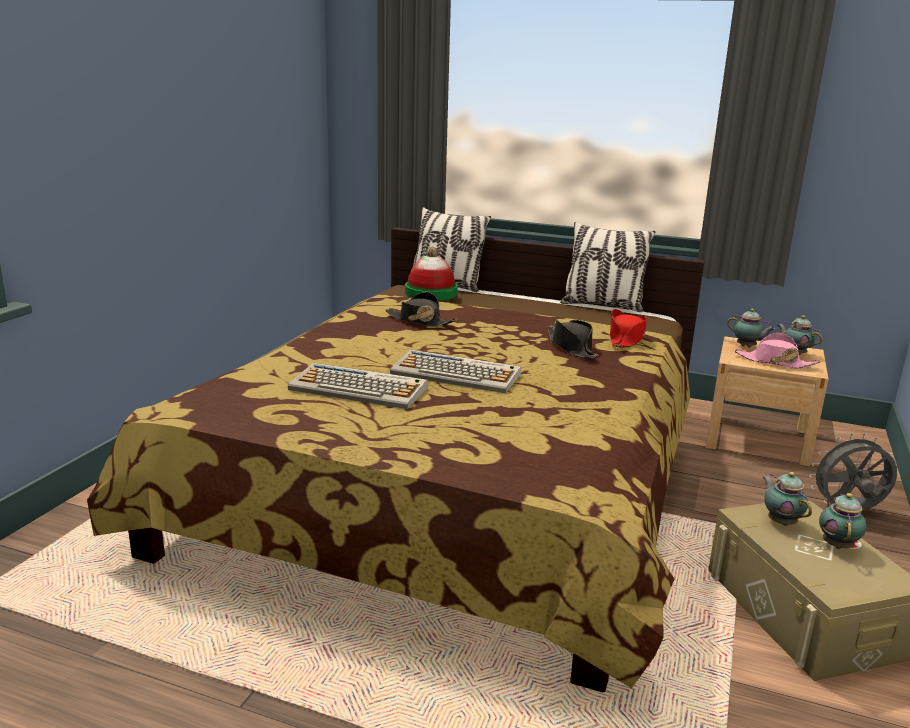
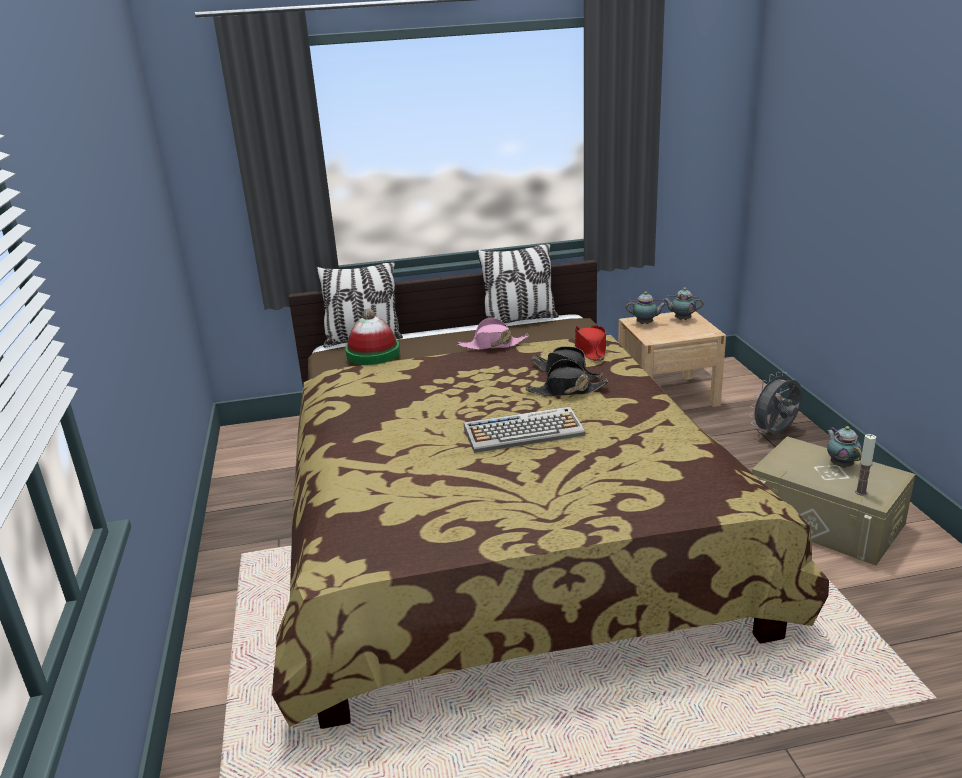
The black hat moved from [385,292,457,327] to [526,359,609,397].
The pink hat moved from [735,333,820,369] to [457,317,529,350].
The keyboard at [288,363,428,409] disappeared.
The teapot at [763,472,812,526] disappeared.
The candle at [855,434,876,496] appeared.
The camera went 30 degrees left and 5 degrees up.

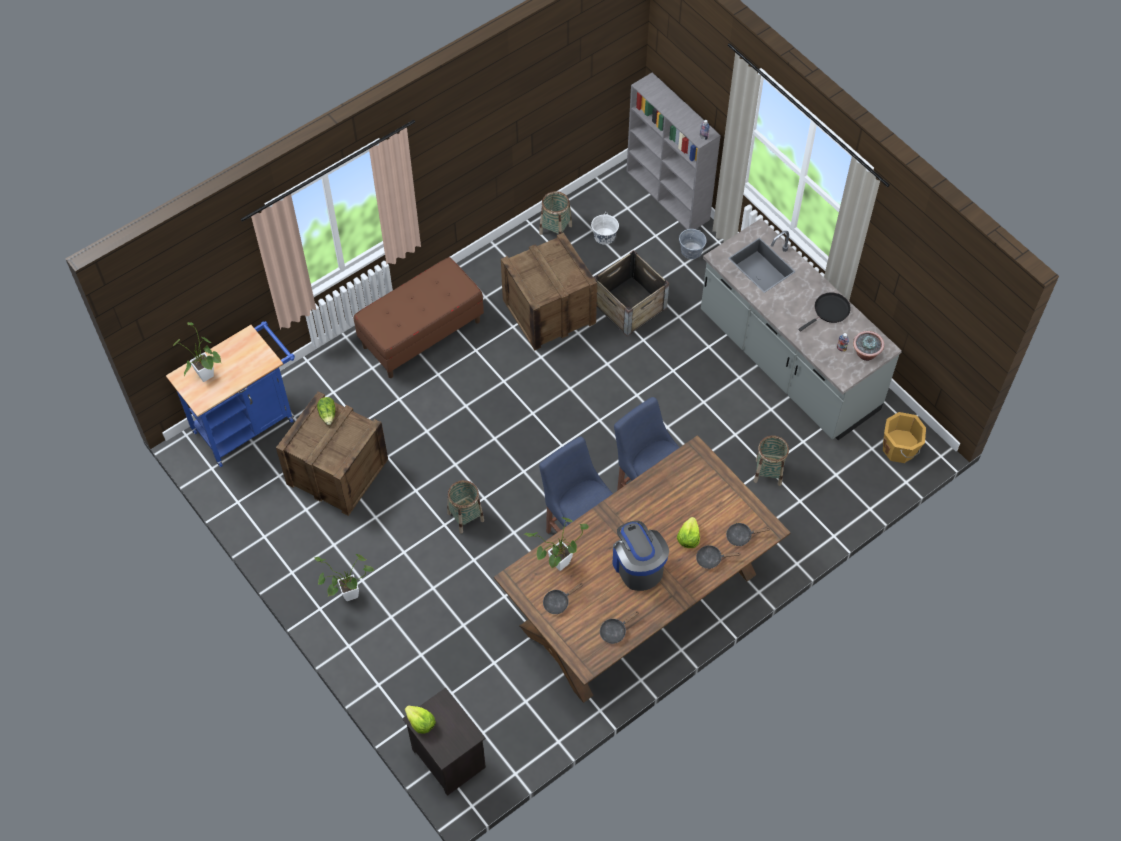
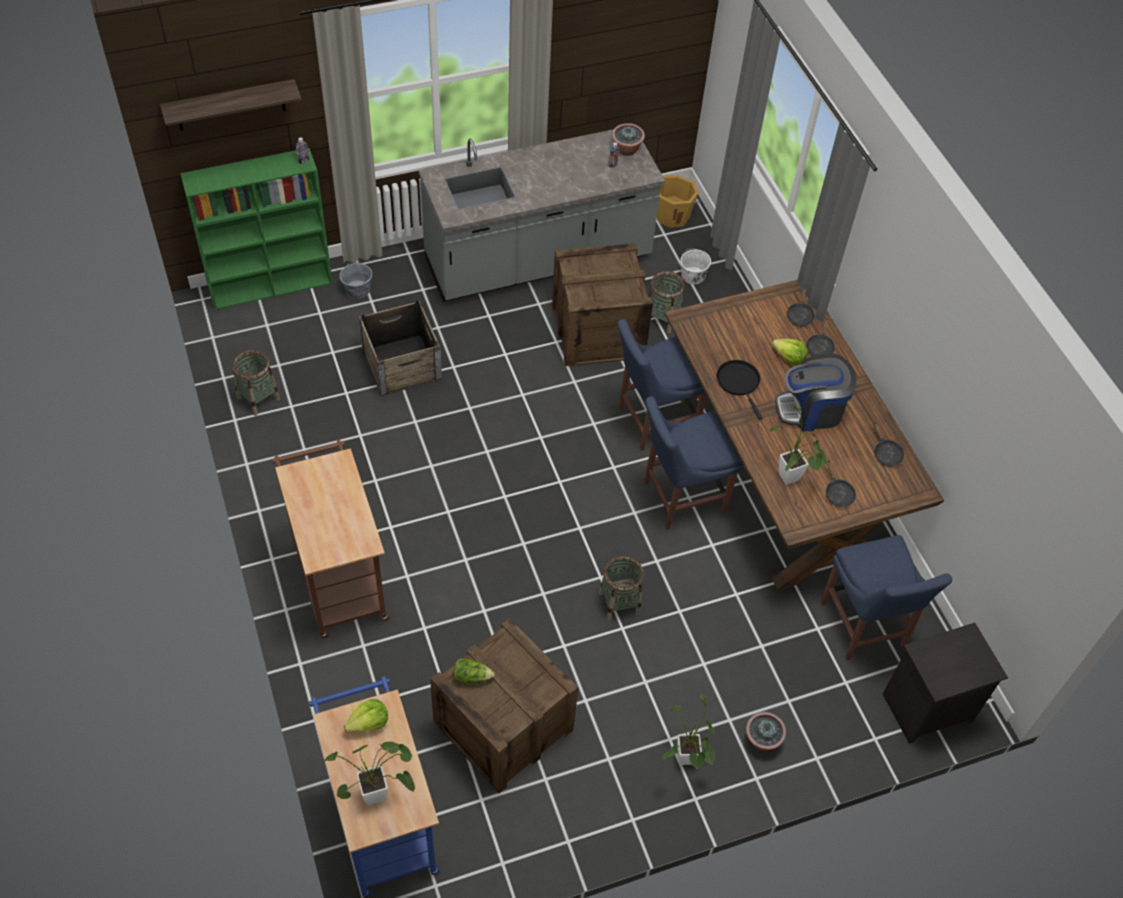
The grey bookcase at [627,72,721,229] became the green bookcase at [180,148,333,310].
The white bucket moved from [591,213,619,245] to [680,249,711,284].
The crate moved from [501,232,597,350] to [552,243,653,367].
The brown bench at [354,257,484,378] was replaced by the brown cart at [272,439,390,639].
The black frying pan moved from [799,292,851,332] to [717,360,763,420].
The lettuce moved from [405,705,436,734] to [344,699,388,733].
The shelf at [160,79,302,131] appeared.
The blue chair at [820,535,952,660] appeared.
The potted plant at [746,712,786,751] appeared.
The camera went 75 degrees left and 5 degrees down.

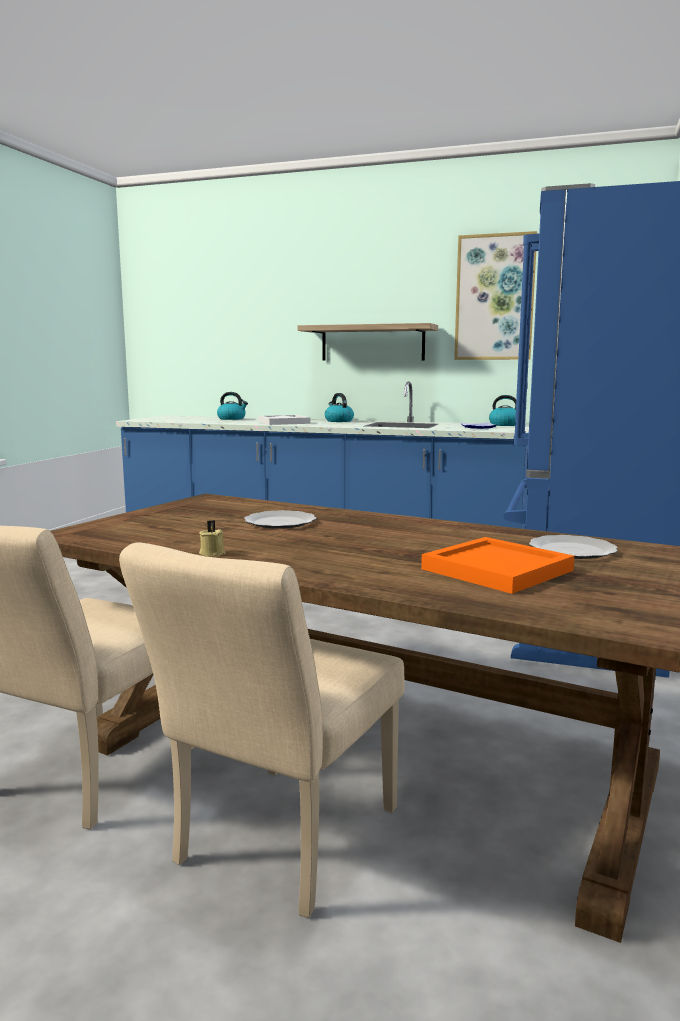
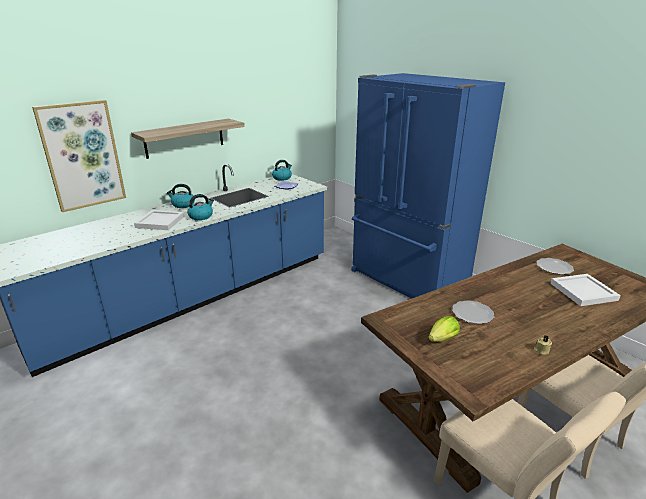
The picture moved from [454,231,537,360] to [32,100,126,212].
The kettle moved from [217,392,248,420] to [187,194,214,220].
The orange tray at [421,537,574,594] became the white tray at [550,274,621,306].
The lettuce at [429,316,460,342] appeared.
The camera went 60 degrees left and 15 degrees up.

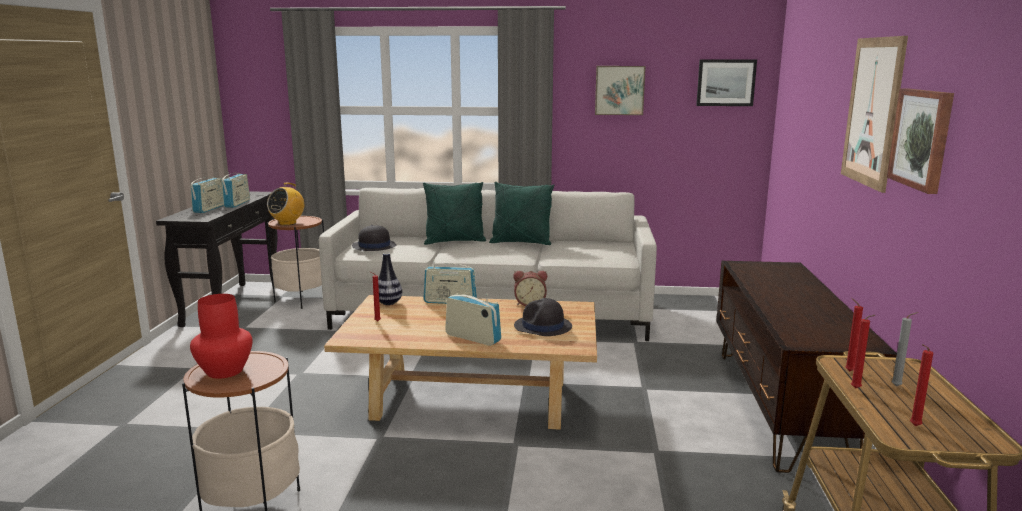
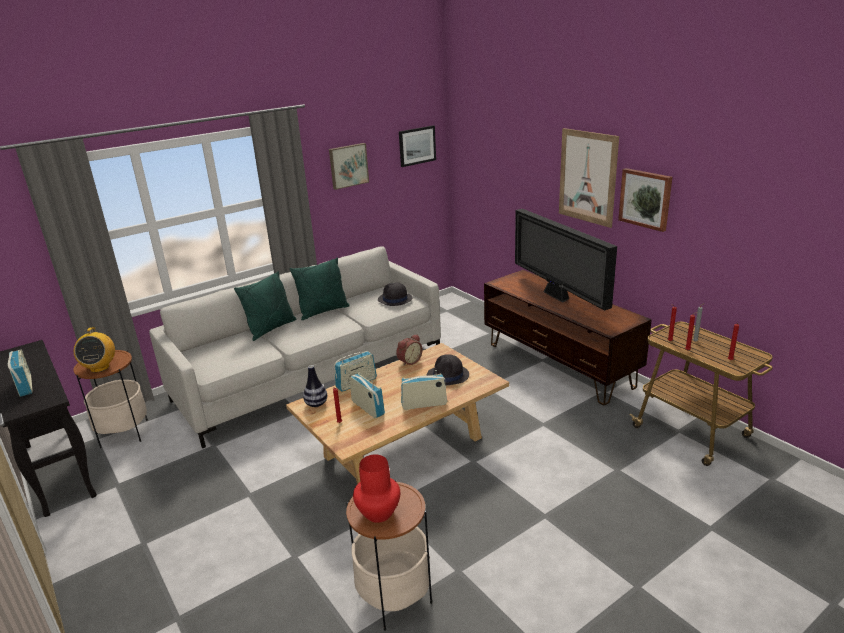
The radio moved from [222,172,250,208] to [350,373,385,418].
The black hat moved from [352,225,397,251] to [378,282,412,306].
The television at [515,209,617,310] appeared.
The camera went 40 degrees left and 10 degrees up.

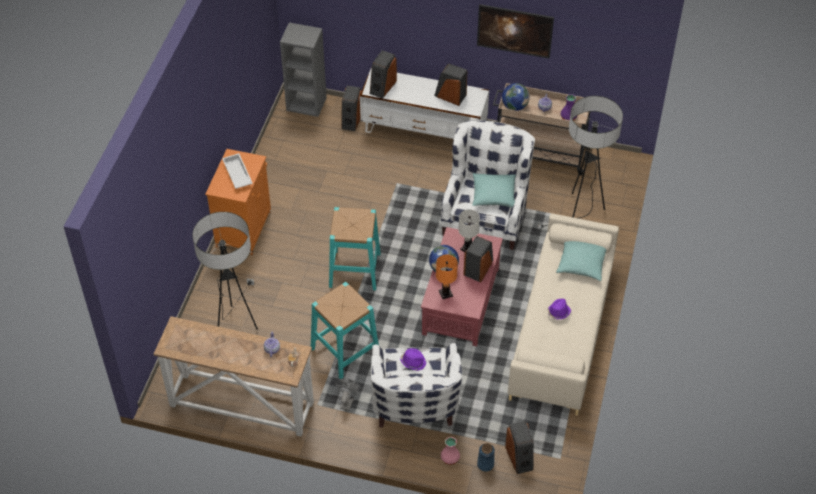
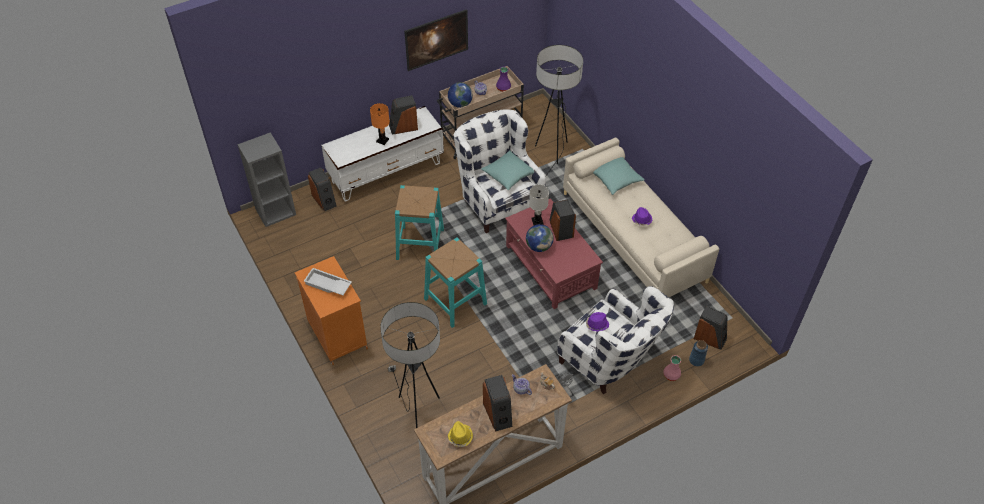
The speaker moved from [370,50,397,99] to [483,375,512,432].
The orange table lamp moved from [436,254,458,299] to [370,103,390,145].
The turquoise stool moved from [311,282,379,379] to [395,185,444,260].
The yellow hat at [448,421,473,447] appeared.
The camera went 45 degrees left and 0 degrees up.

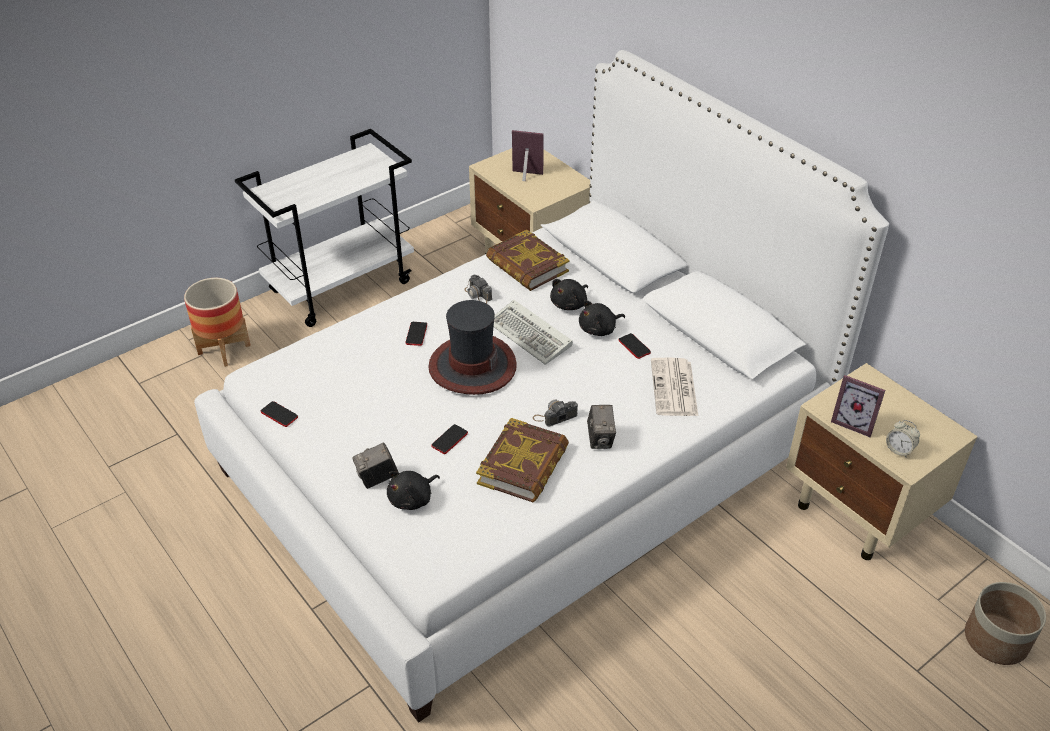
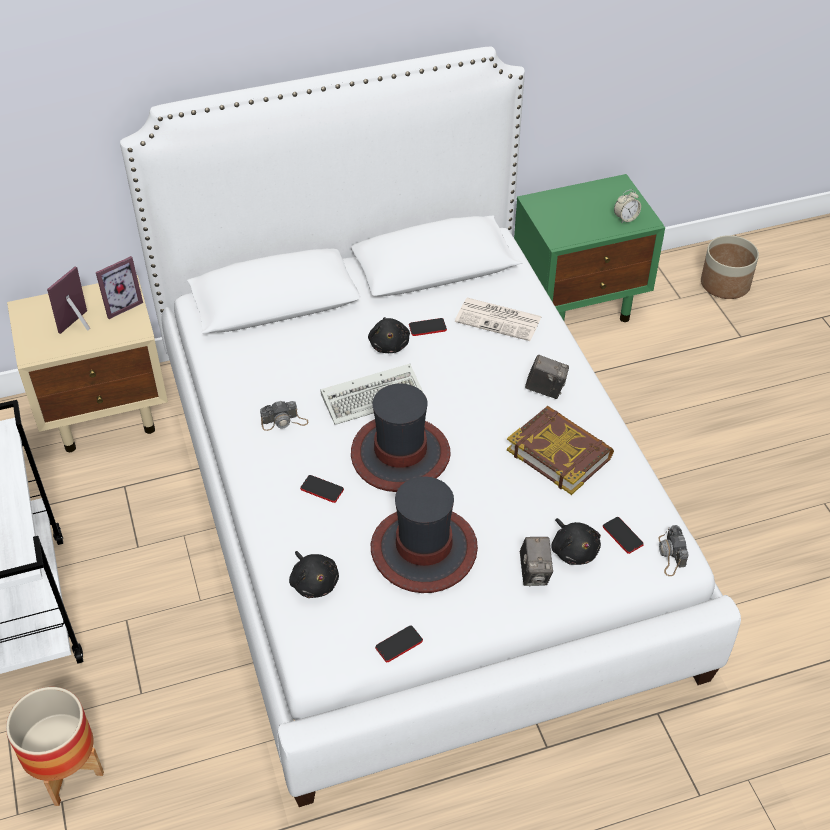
The book at [486,230,570,291] disappeared.
The black plush toy moved from [550,279,588,310] to [289,551,339,598].
The beige nightstand at [786,363,978,560] became the green nightstand at [514,174,665,322].
The picture frame moved from [831,375,885,437] to [96,256,143,319].
The photo camera moved from [533,400,578,426] to [658,525,689,576].
The phone moved from [431,424,468,454] to [603,517,644,554].
The hat at [371,476,478,593] appeared.
The camera went 70 degrees left and 5 degrees up.

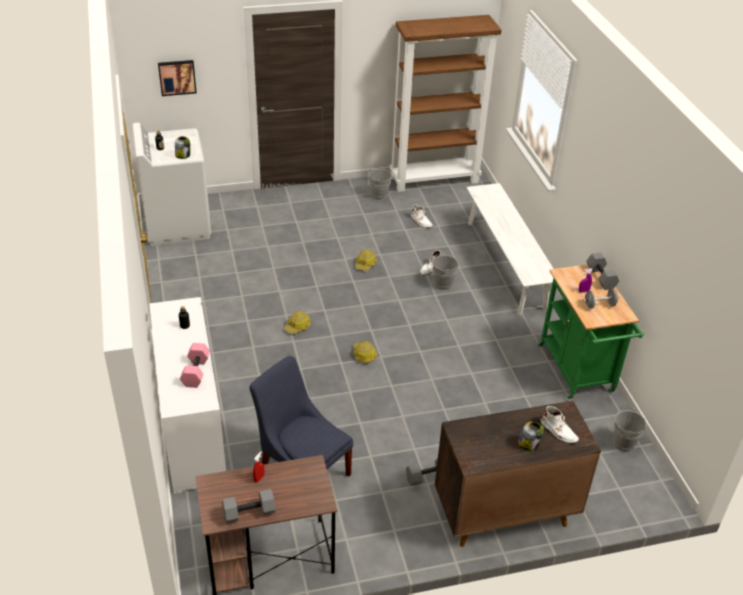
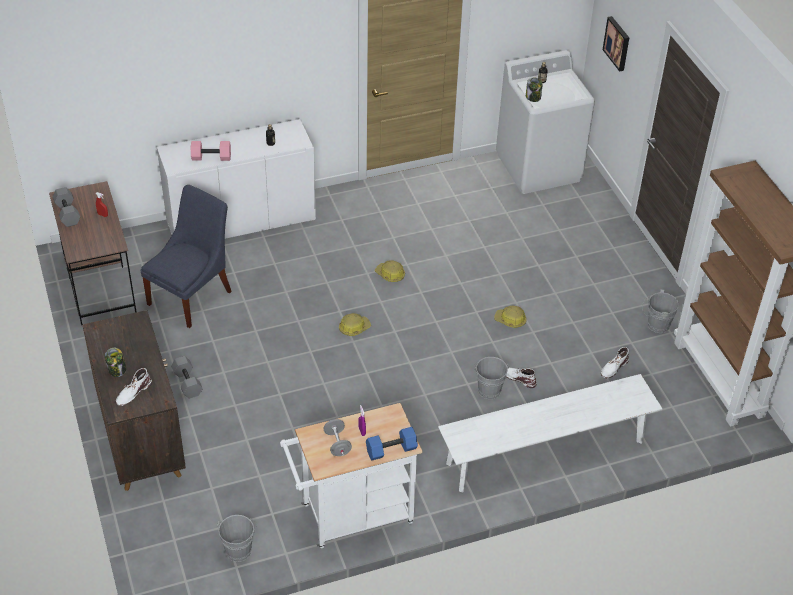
The grey dumbbell at [587,252,619,290] became the blue dumbbell at [366,427,418,461].
The green cart at [538,264,644,399] became the white cart at [280,403,423,549].
The camera went 85 degrees right and 5 degrees up.

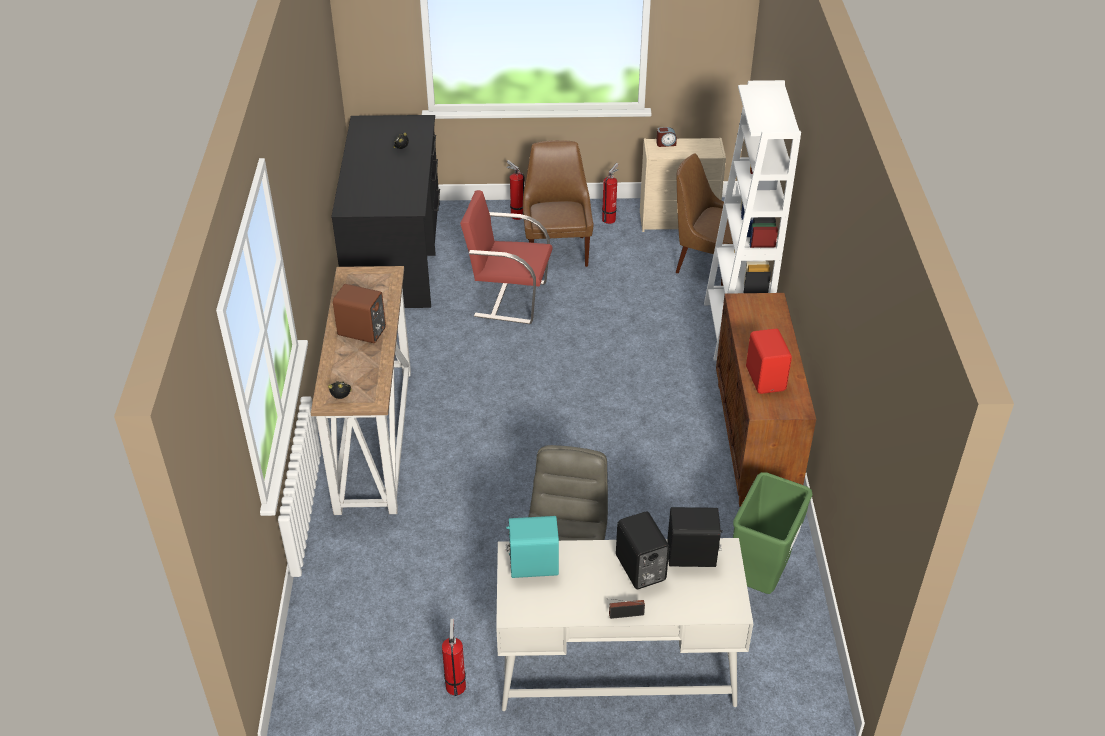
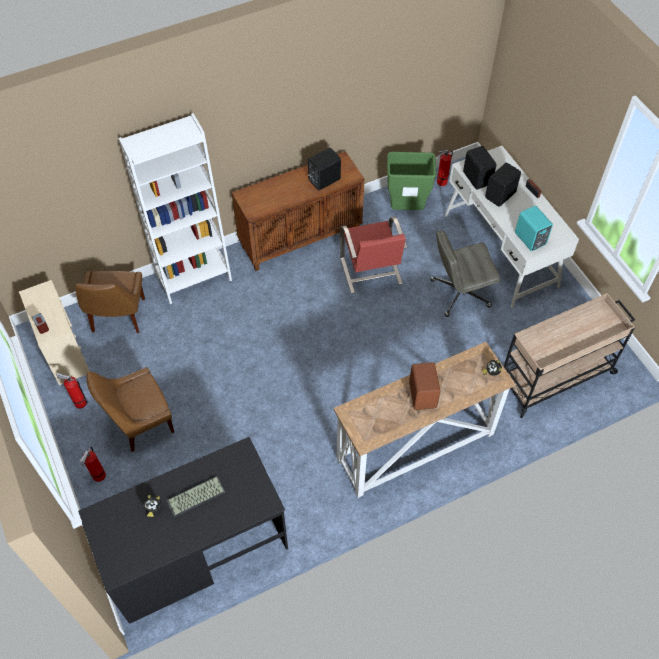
The red chair moved from [460,190,553,324] to [340,217,408,293].
The red speaker at [746,329,792,394] became the black speaker at [308,148,341,190].
The fire extinguisher moved from [442,619,466,696] to [437,150,453,186].
The beige cart at [504,293,635,418] appeared.
The keyboard at [167,476,225,517] appeared.
The camera went 115 degrees left and 15 degrees up.

